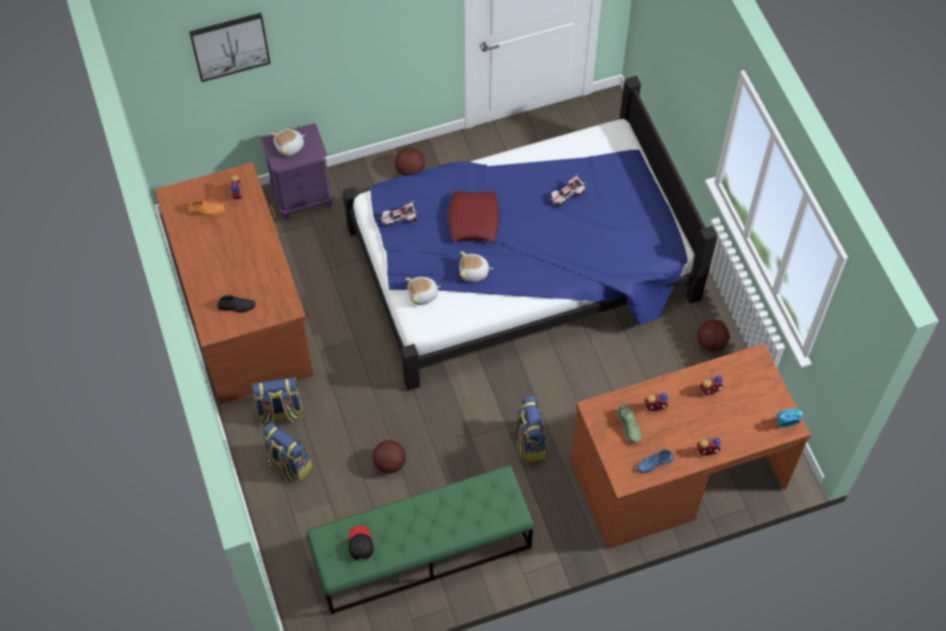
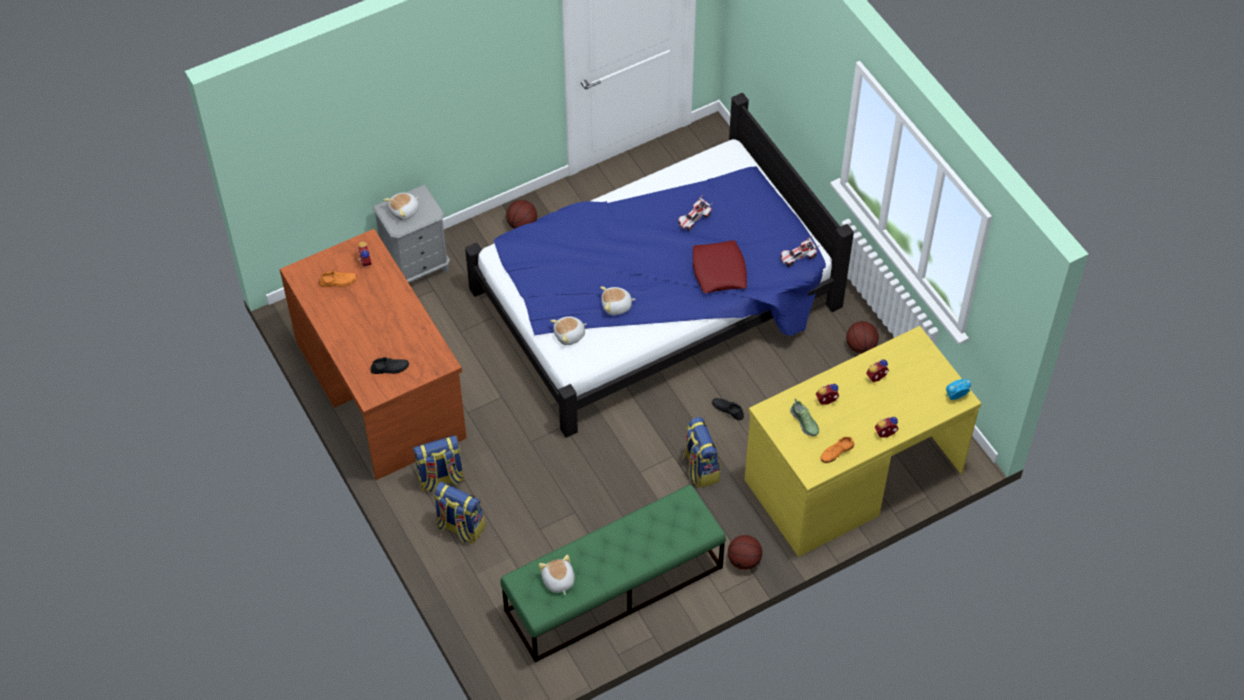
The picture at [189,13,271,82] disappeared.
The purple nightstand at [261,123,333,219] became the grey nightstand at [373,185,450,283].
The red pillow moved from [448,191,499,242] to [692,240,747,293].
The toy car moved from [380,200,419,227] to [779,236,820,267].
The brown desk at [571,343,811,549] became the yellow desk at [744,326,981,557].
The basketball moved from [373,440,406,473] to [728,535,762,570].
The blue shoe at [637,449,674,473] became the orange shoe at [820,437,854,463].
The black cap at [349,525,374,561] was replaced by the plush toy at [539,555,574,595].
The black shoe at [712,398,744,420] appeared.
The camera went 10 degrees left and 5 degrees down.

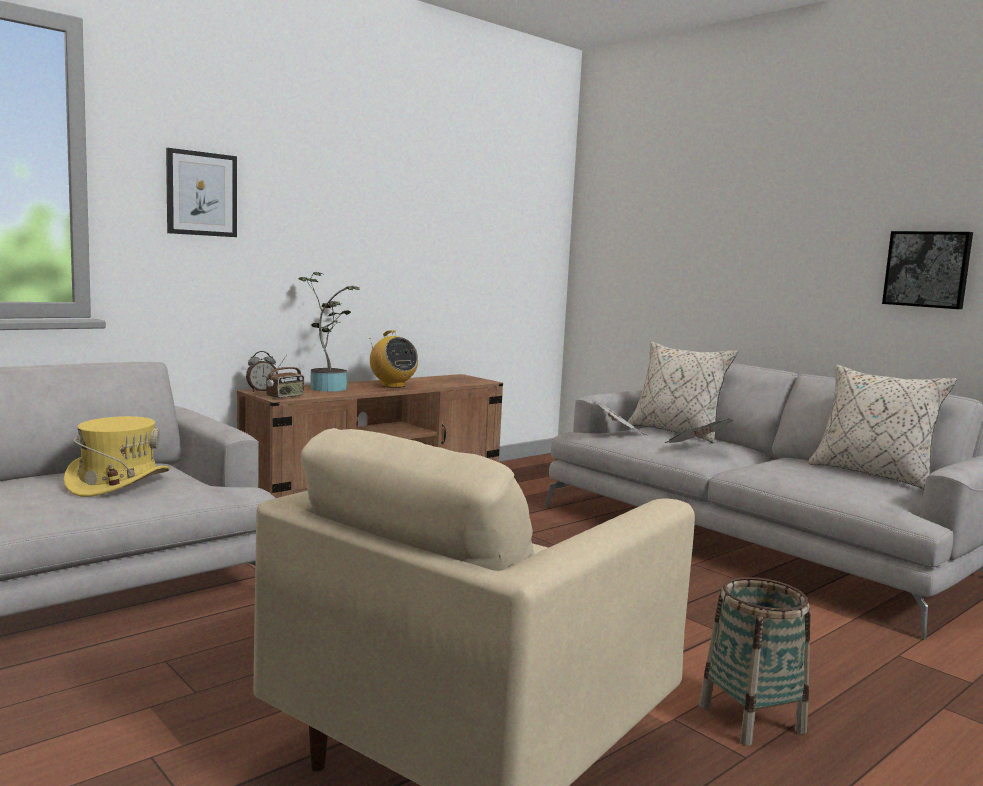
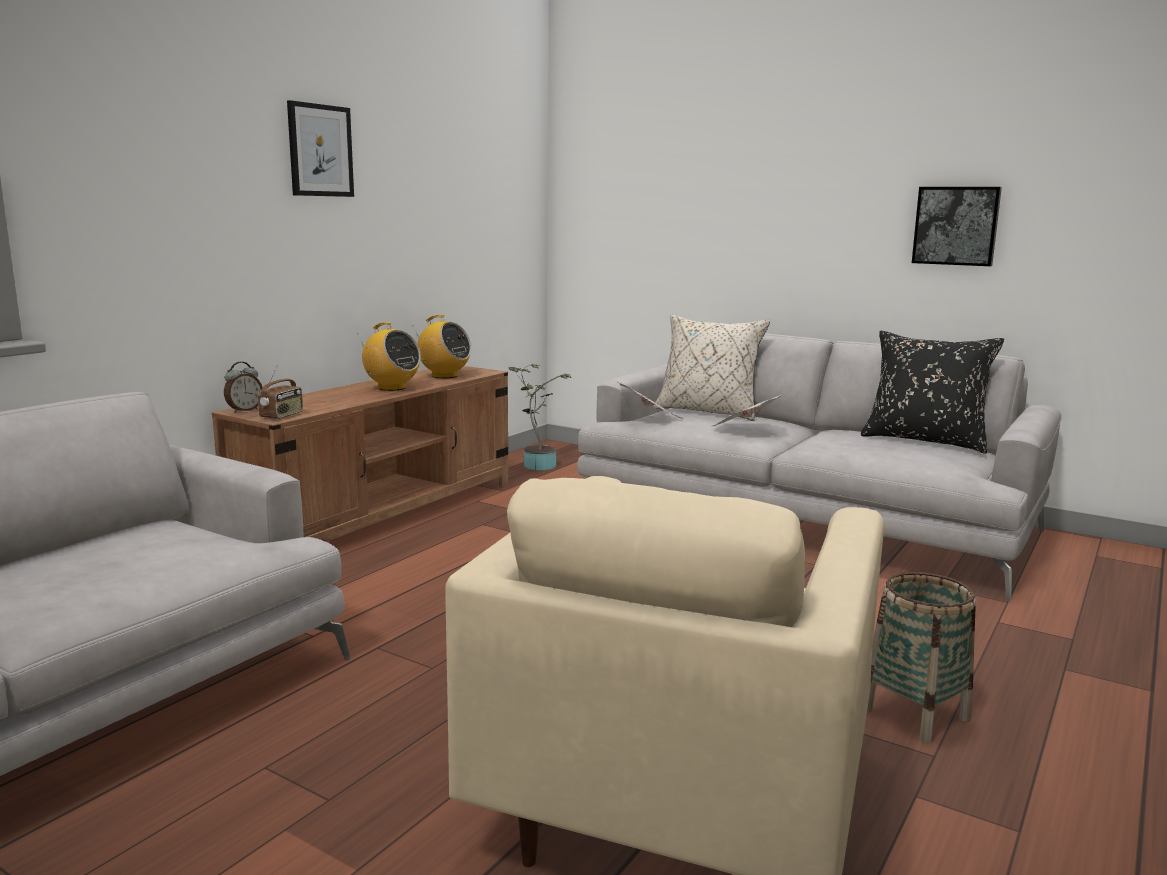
The picture moved from [166,148,237,237] to [287,100,354,197].
The potted plant moved from [298,272,359,392] to [509,363,572,470].
The beige pillow at [808,365,957,490] became the black pillow at [861,331,1004,454].
The yellow hat at [64,416,170,497] disappeared.
The radio at [413,315,472,378] appeared.
The camera went 15 degrees left and 5 degrees up.

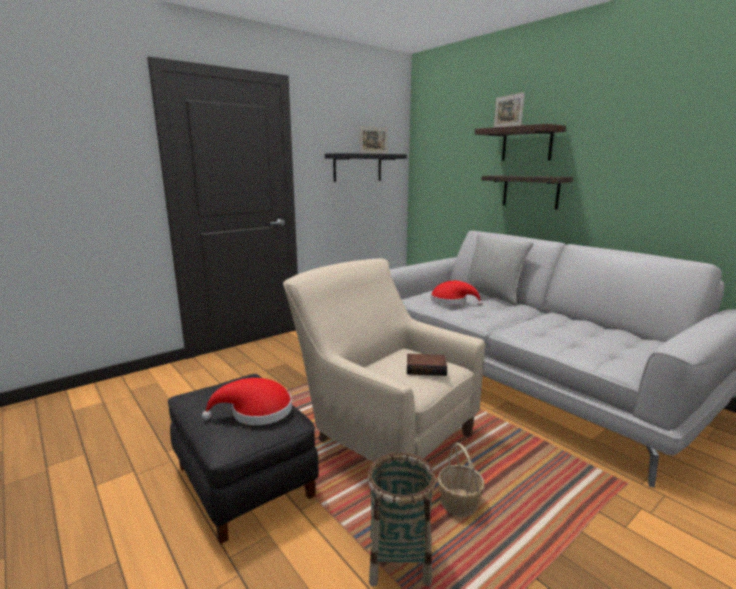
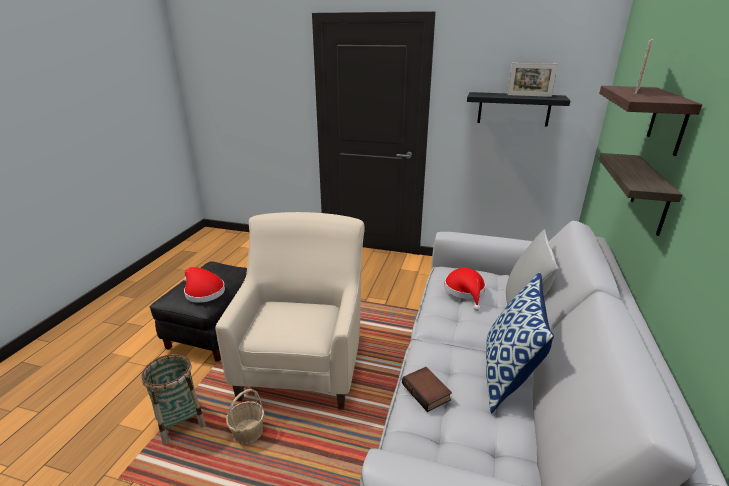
The book moved from [407,354,447,376] to [402,367,452,412].
The pillow at [486,272,554,413] appeared.
The camera went 55 degrees right and 10 degrees up.

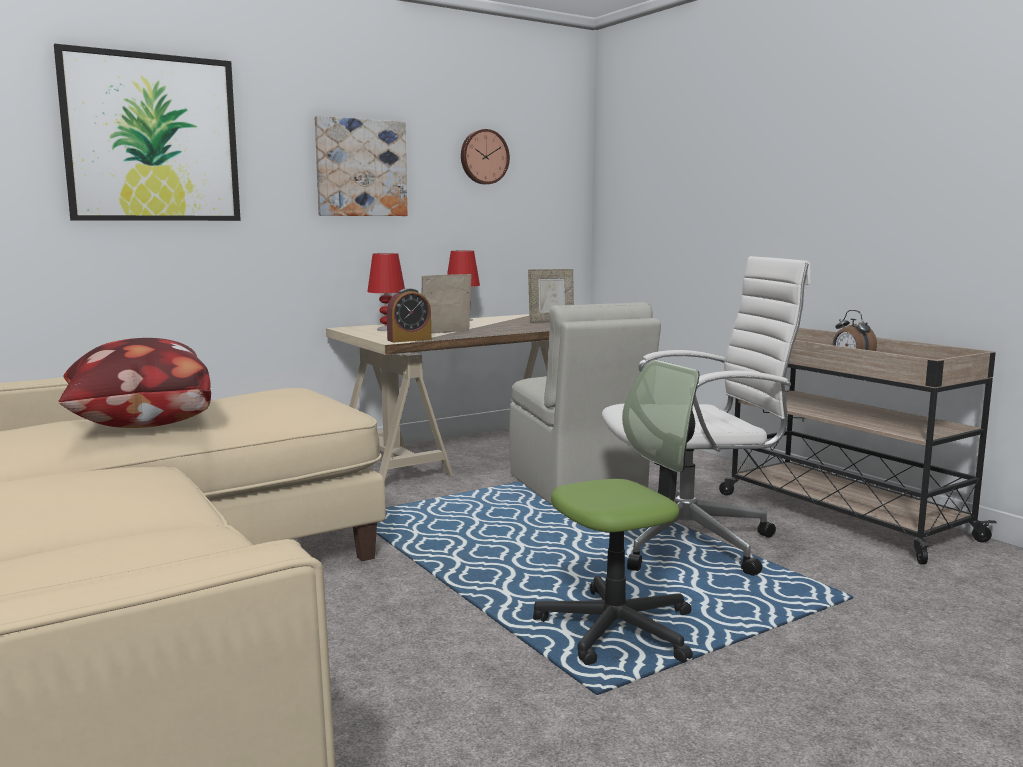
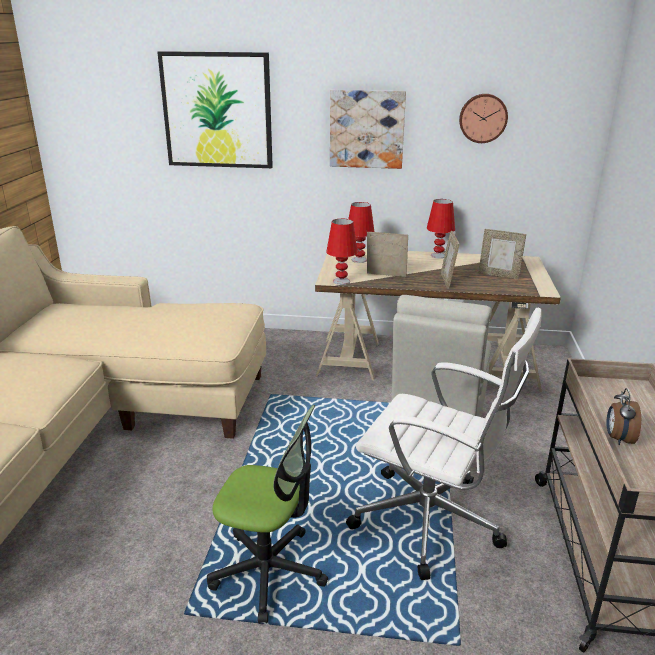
The alarm clock at [387,288,431,342] was replaced by the red table lamp at [326,219,358,285].
The pillow at [59,338,211,428] disappeared.
The picture frame at [441,231,459,289] appeared.
The camera went 40 degrees right and 15 degrees up.

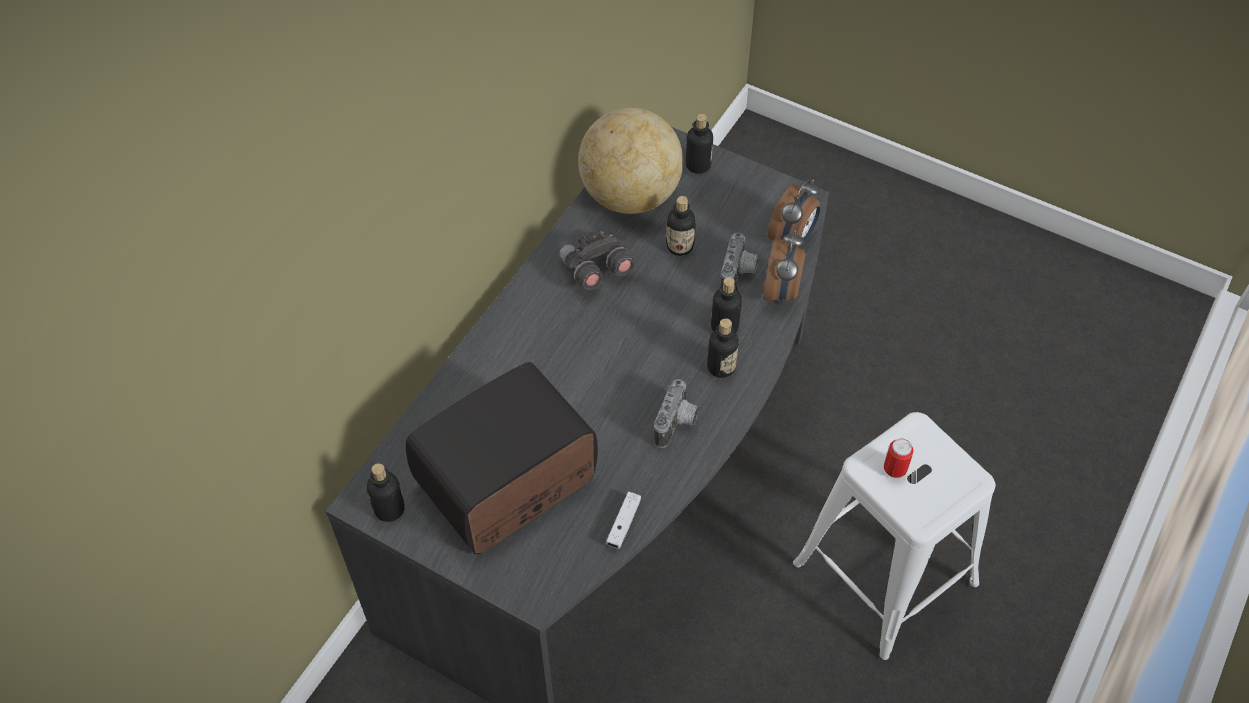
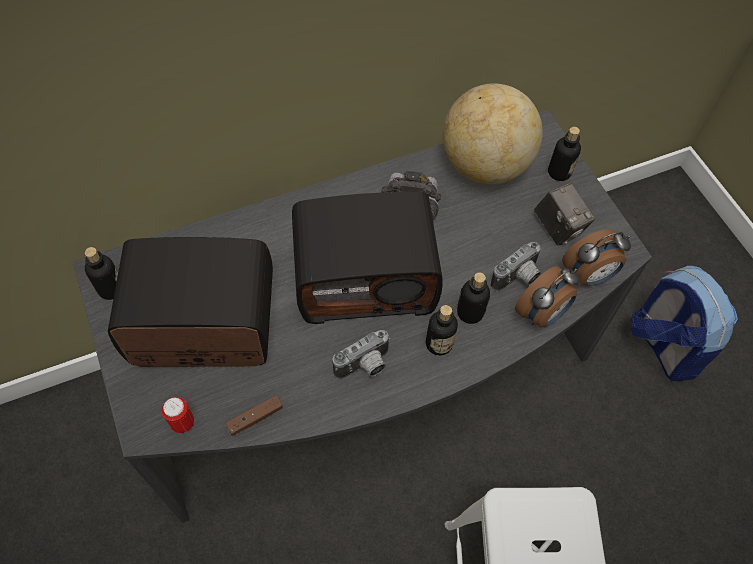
The bottle at [666,196,696,256] disappeared.
The can moved from [884,439,914,478] to [162,397,194,433].
The white game controller at [606,492,641,549] became the brown game controller at [226,395,283,436].
The photo camera at [534,183,595,246] appeared.
The radio at [292,192,443,324] appeared.
The backpack at [631,266,738,381] appeared.
The camera went 35 degrees right and 5 degrees up.

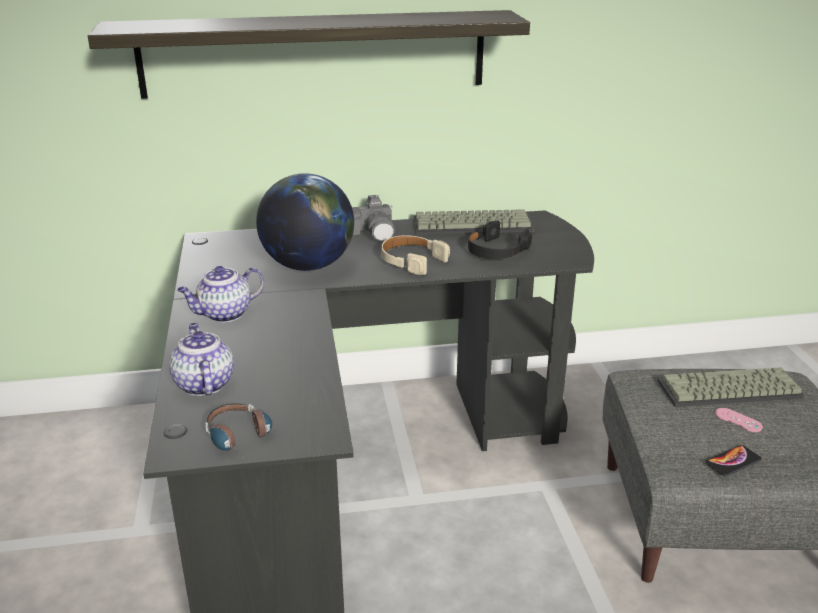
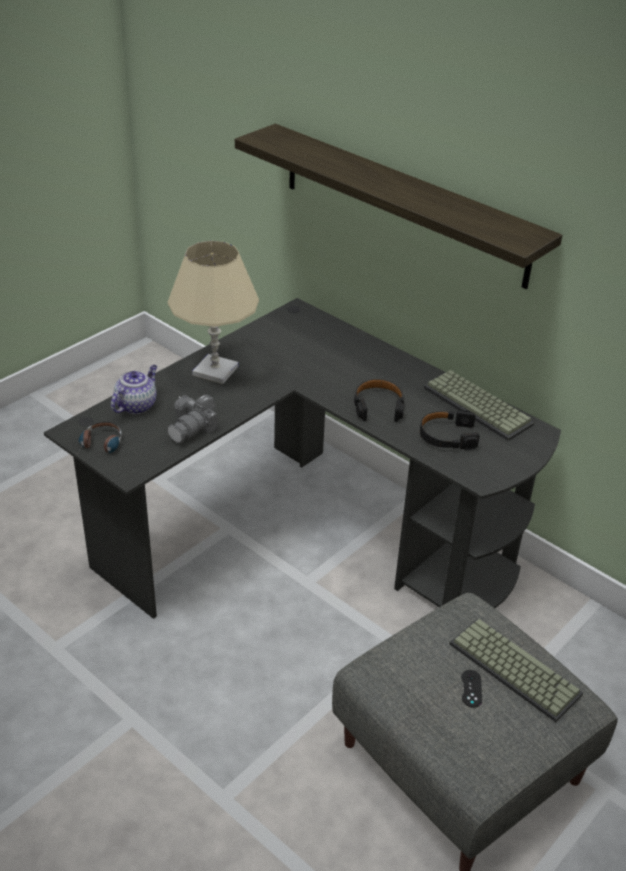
The globe at [256,173,354,271] disappeared.
The photo camera moved from [352,195,395,241] to [167,394,218,443].
The beige headphones at [382,235,450,275] became the black headphones at [354,379,404,422].
The teapot at [177,266,265,322] was replaced by the beige table lamp at [168,241,259,384].
The pink game controller at [715,408,763,432] became the black game controller at [461,670,482,708].
The phone at [706,445,762,476] disappeared.
The camera went 50 degrees right and 10 degrees up.

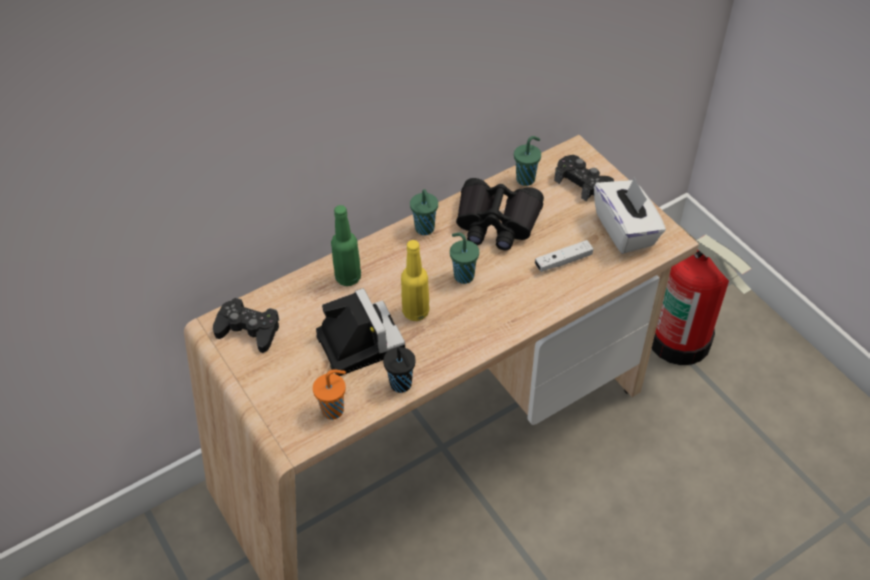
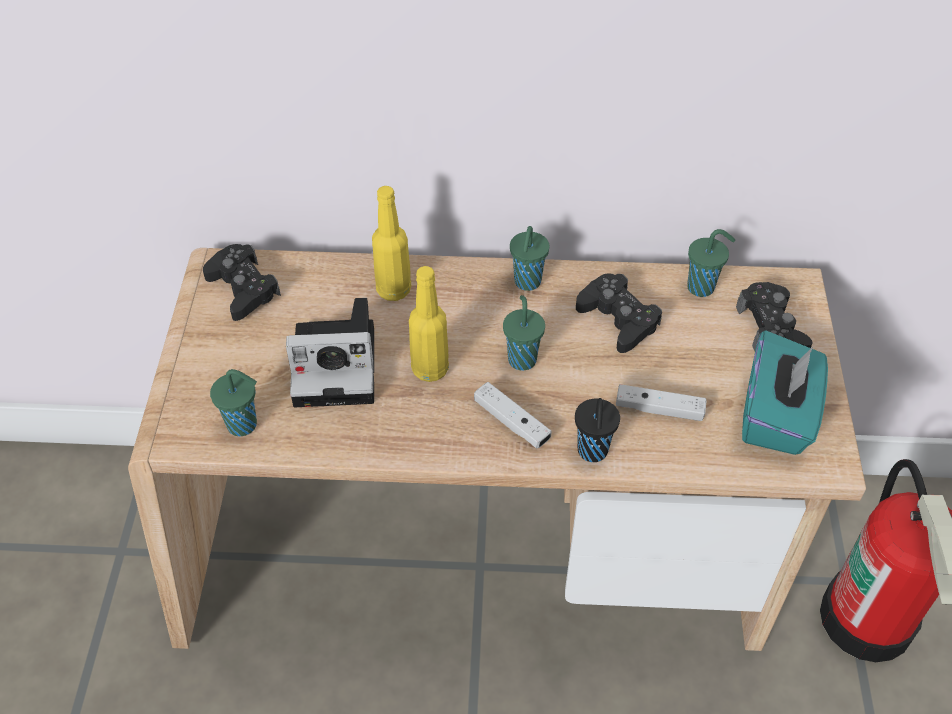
The white tissue box at [594,177,666,254] became the turquoise tissue box at [742,330,828,455].
The black binoculars at [456,178,544,250] was replaced by the black game controller at [576,273,662,353].
The green bottle at [331,205,361,286] became the yellow bottle at [372,186,411,301].
The photo camera at [316,288,405,376] turned 75 degrees clockwise.
The black cup moved from [383,347,416,393] to [575,398,620,462].
The orange cup at [313,369,346,420] became the green cup at [210,369,257,436].
The white game controller at [474,382,551,449] appeared.
The camera went 35 degrees right and 0 degrees up.

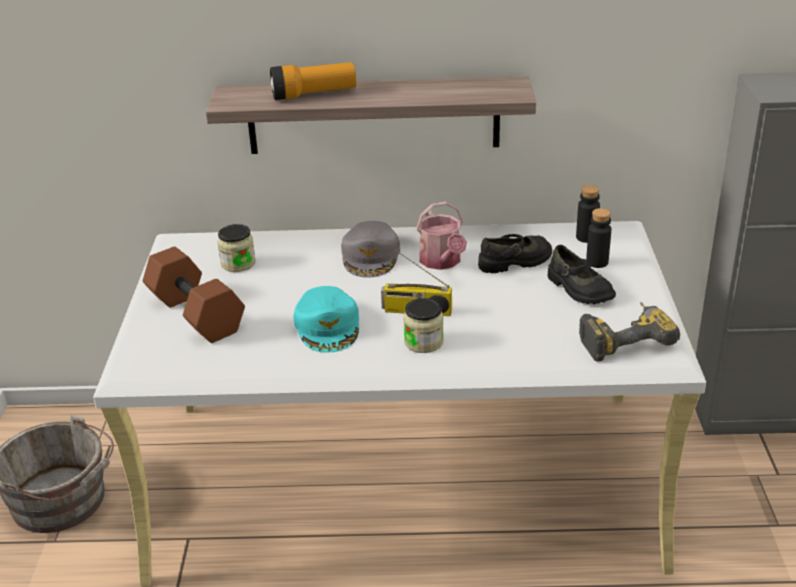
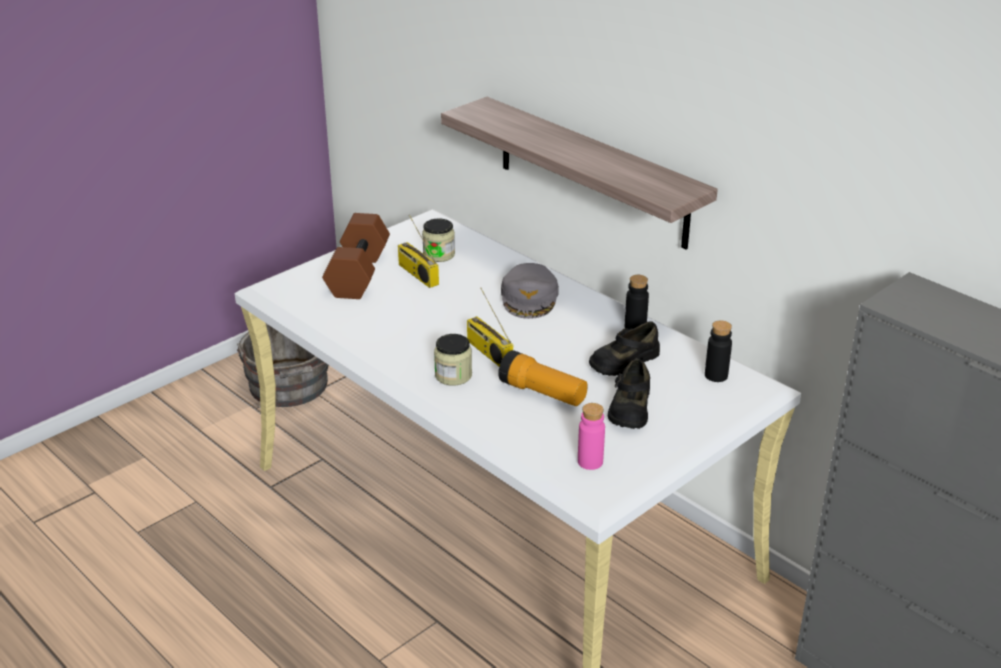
The flashlight moved from [270,62,356,100] to [498,350,587,406].
The watering can at [416,202,467,270] disappeared.
The black bottle moved from [586,208,611,268] to [625,275,649,329].
The grey cap at [341,221,400,278] turned 45 degrees counterclockwise.
The black shoe at [478,234,552,273] turned 120 degrees clockwise.
The turquoise cap at [294,286,359,352] disappeared.
The power drill at [579,302,680,362] was replaced by the pink bottle at [578,403,605,470].
The radio at [398,214,439,288] appeared.
The camera went 45 degrees right and 0 degrees up.

